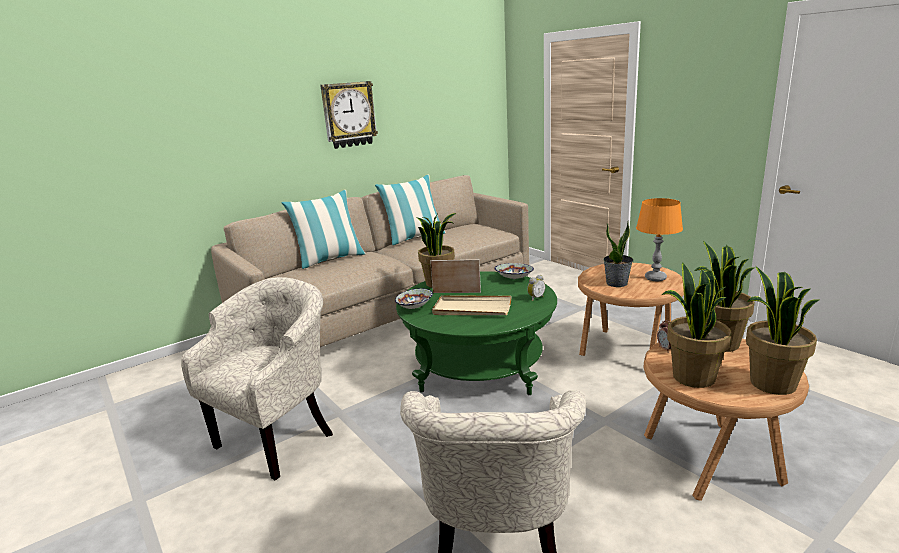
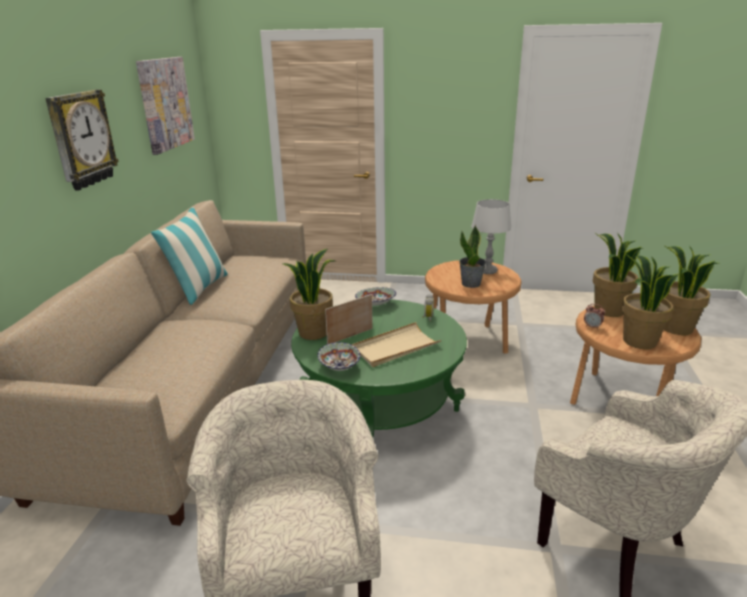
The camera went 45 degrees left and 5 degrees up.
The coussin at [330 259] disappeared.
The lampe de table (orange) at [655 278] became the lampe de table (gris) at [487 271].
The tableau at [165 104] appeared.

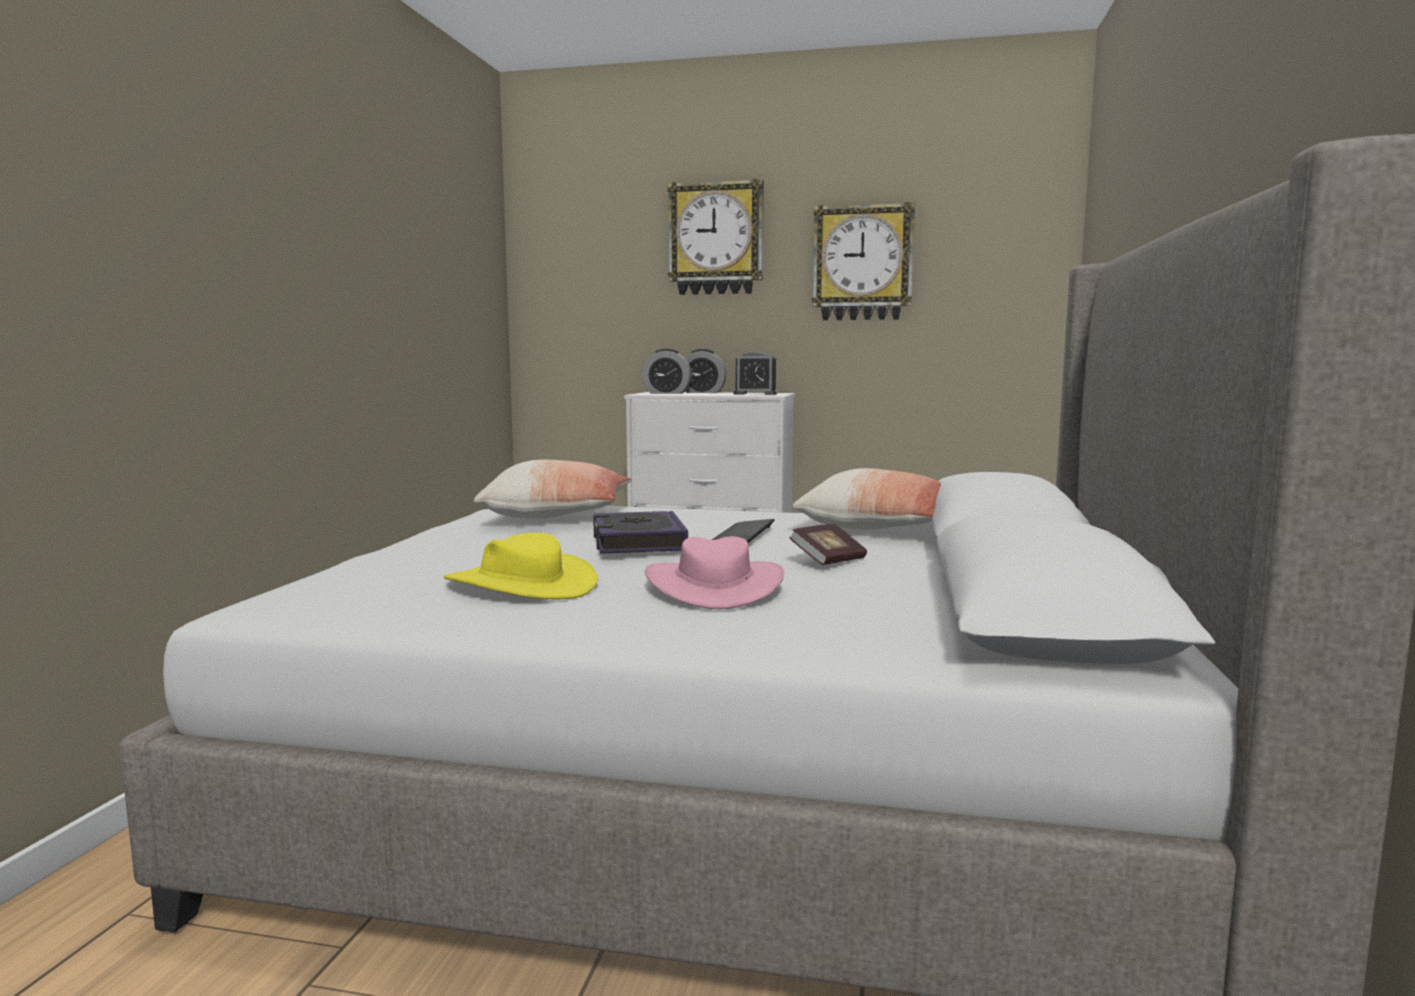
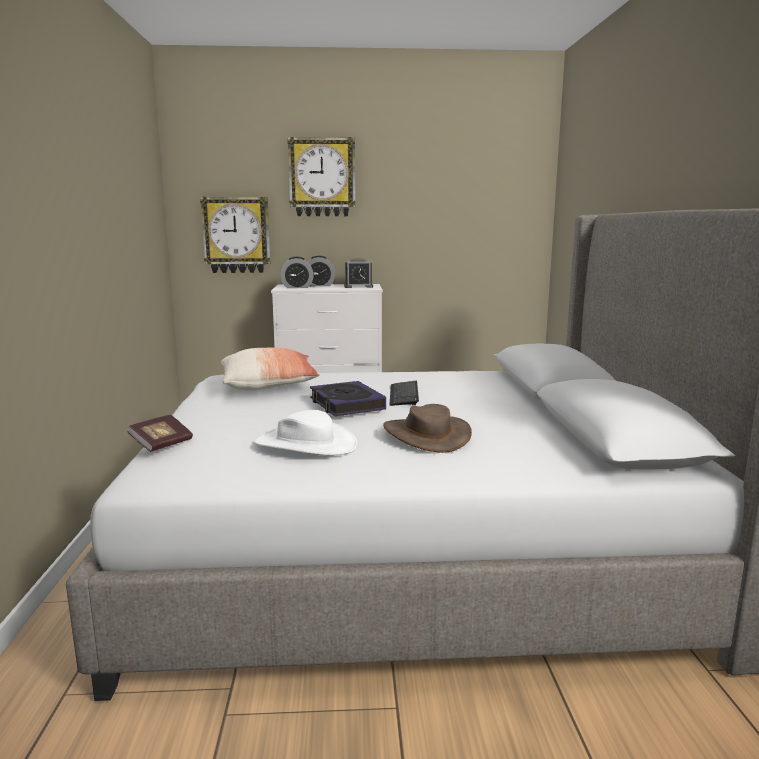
The camera went 15 degrees left and 5 degrees up.
The horloge murale moved from [862 263] to [237 235].
The coussin at [881 528] disappeared.
The livre moved from [828 561] to [162 444].
The chapeau (jaune) at [521 584] became the chapeau (blanc) at [305 444].
The chapeau (rose) at [714 586] became the chapeau (marron) at [426 435].

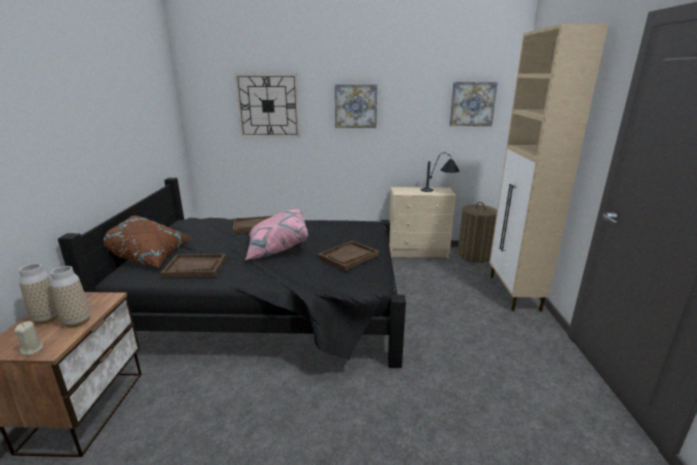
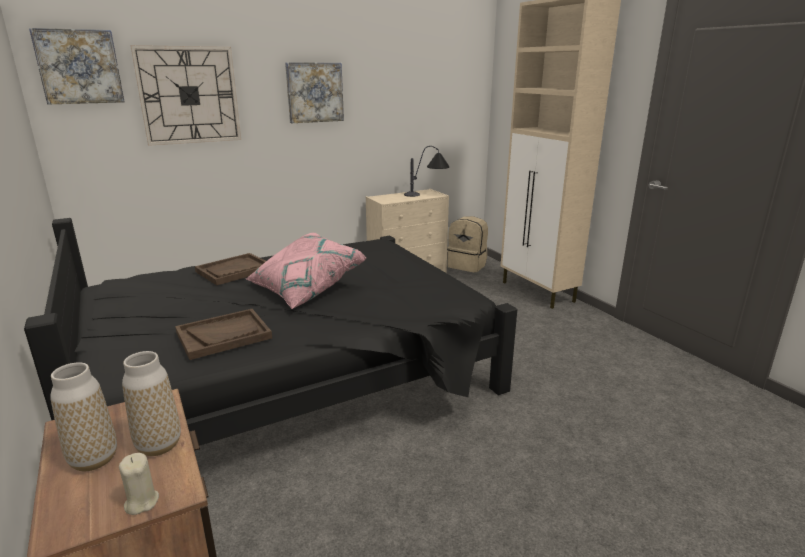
The camera went 30 degrees left and 0 degrees up.
The tableau moved from [472 104] to [79 67].
The panier à linge at [474 255] was replaced by the sac à dos (beige) at [467 265].
The coussin (marron) at [148 255] disappeared.
The plateau (marron) at [348 257] disappeared.

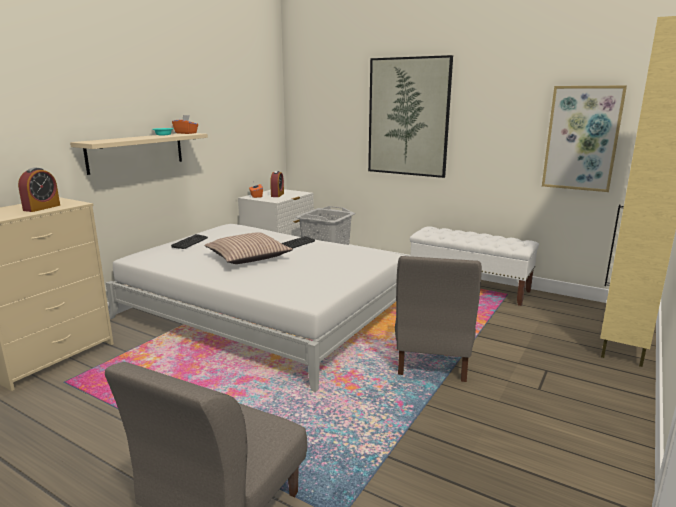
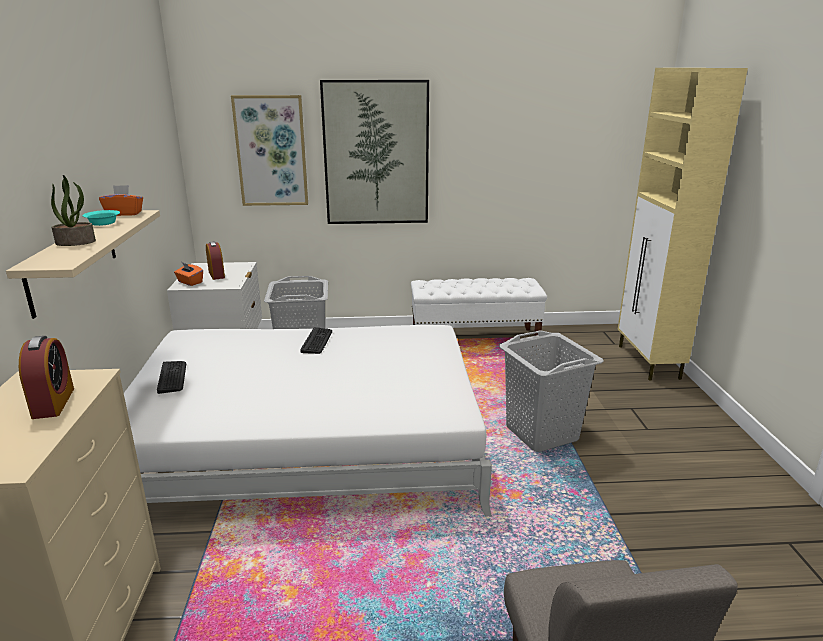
The camera went 35 degrees left and 5 degrees up.
The tableau moved from [582 138] to [271 151].
The coussin at [248 257] disappeared.
The chaise (gris) at [432 360] was replaced by the panier à linge (gris) at [541 433].
The plante en pot at [76 242] appeared.

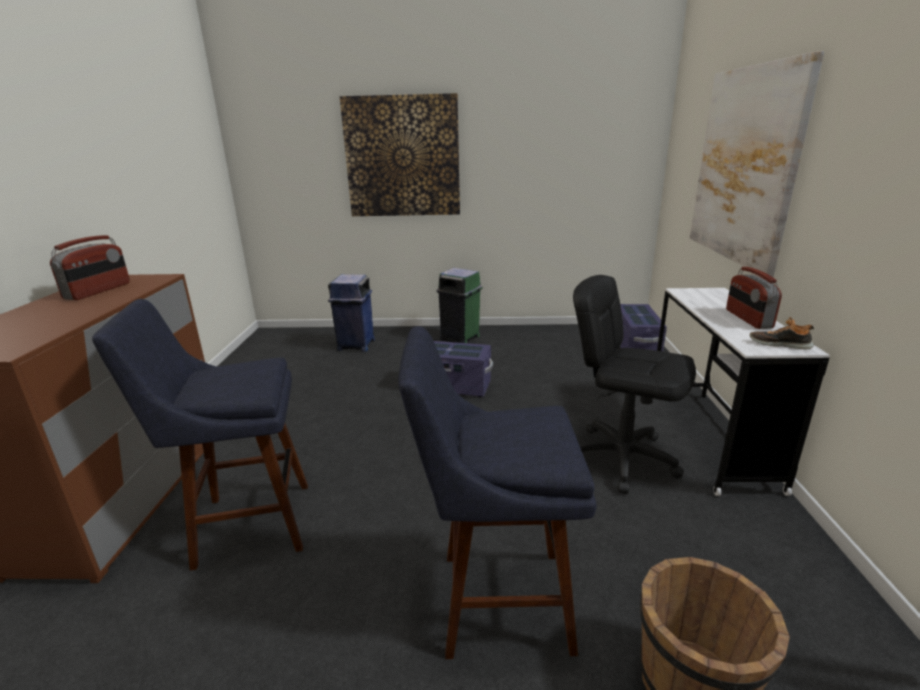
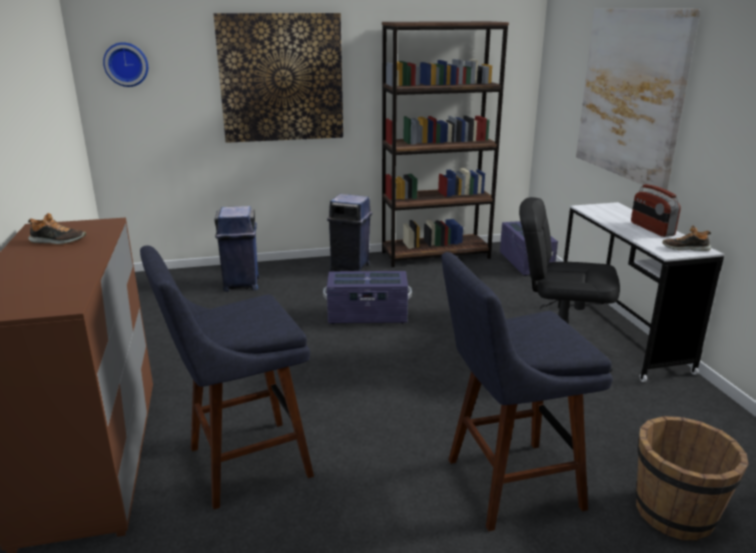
The camera went 15 degrees left and 0 degrees up.
The radio at [98 291] was replaced by the chaussure at [57 241].
The poubelle (vert) at [460 338] became the poubelle (bleu) at [350 268].
The bibliothèque (marron) at [435 255] appeared.
The horloge murale at [126 64] appeared.

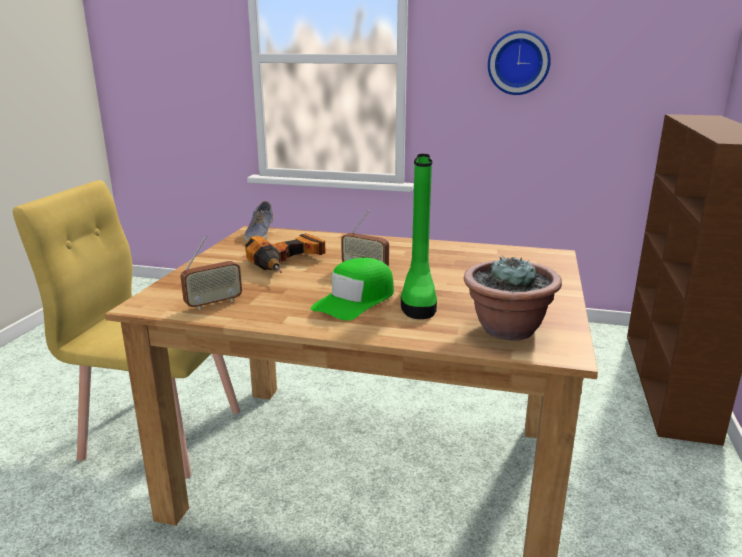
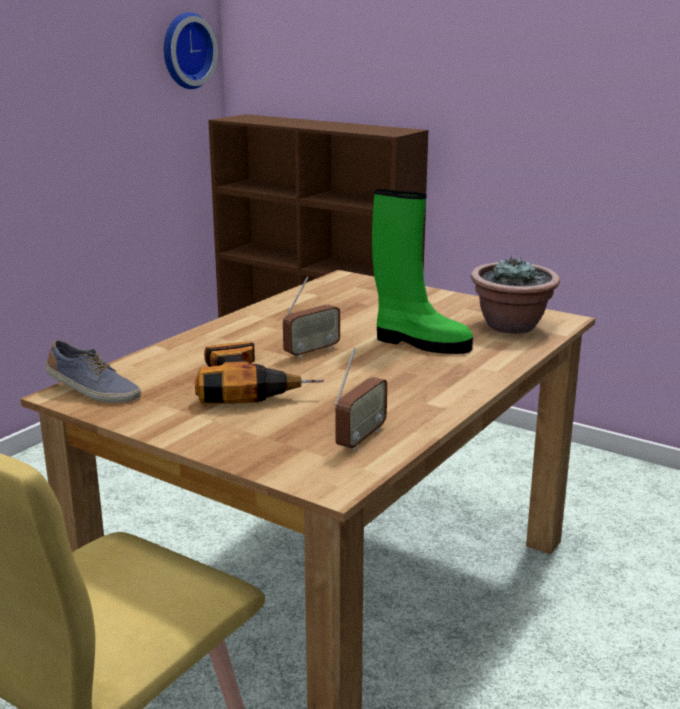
The camera went 70 degrees left and 0 degrees up.
The horloge murale moved from [518 63] to [185 50].
The radio at [213 303] turned 45 degrees clockwise.
The casquette (vert) at [355 300] disappeared.

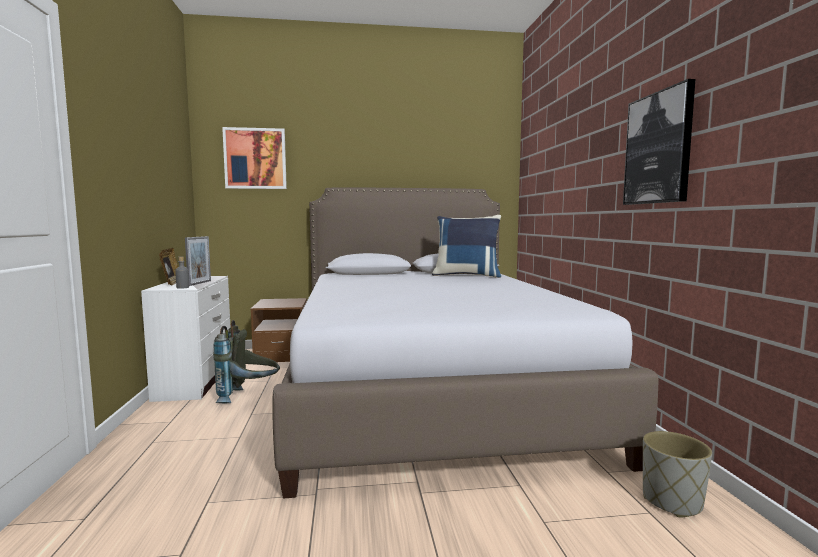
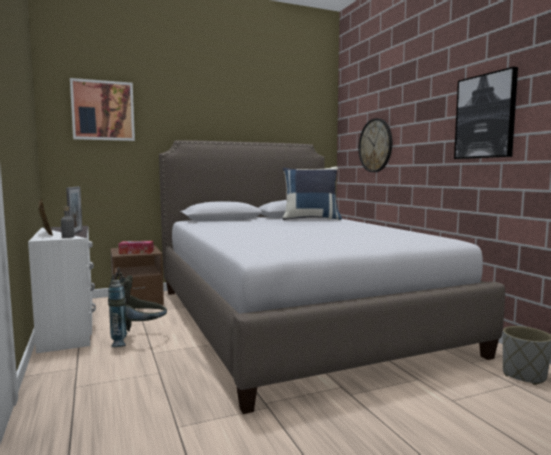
The camera went 15 degrees left and 0 degrees up.
The horloge murale at [375 145] appeared.
The boîte à mouchoirs at [136 252] appeared.

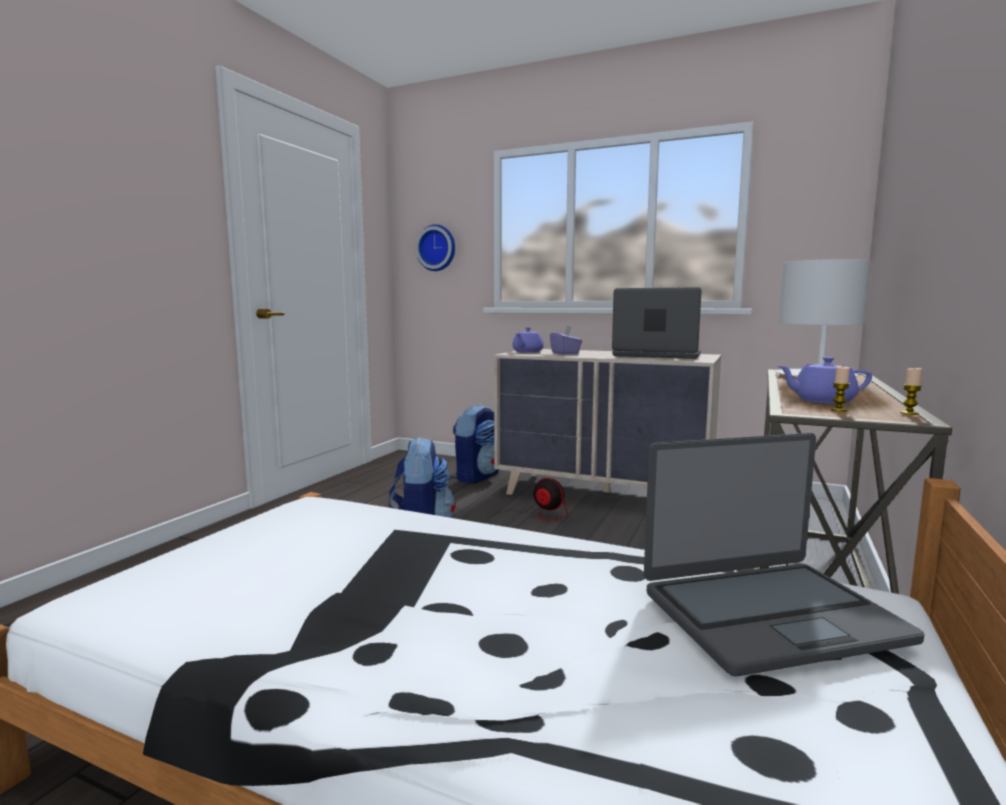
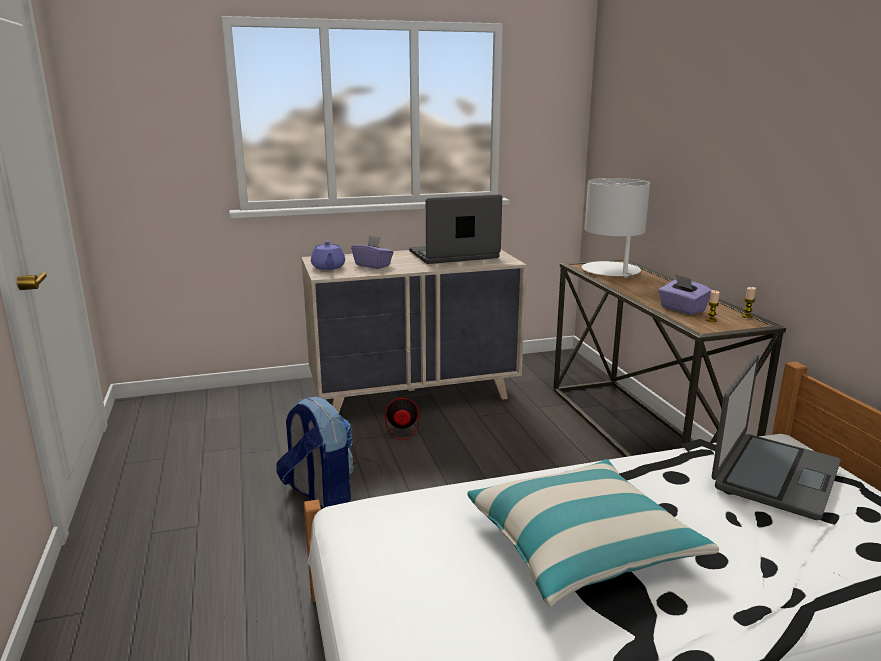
The camera went 40 degrees left and 10 degrees up.
The horloge murale at [437 248] disappeared.
The théière (violet) at [822 401] was replaced by the boîte à mouchoirs (violet) at [682 309].
The sac à dos at [477 476] disappeared.
The coussin at [581 546] appeared.

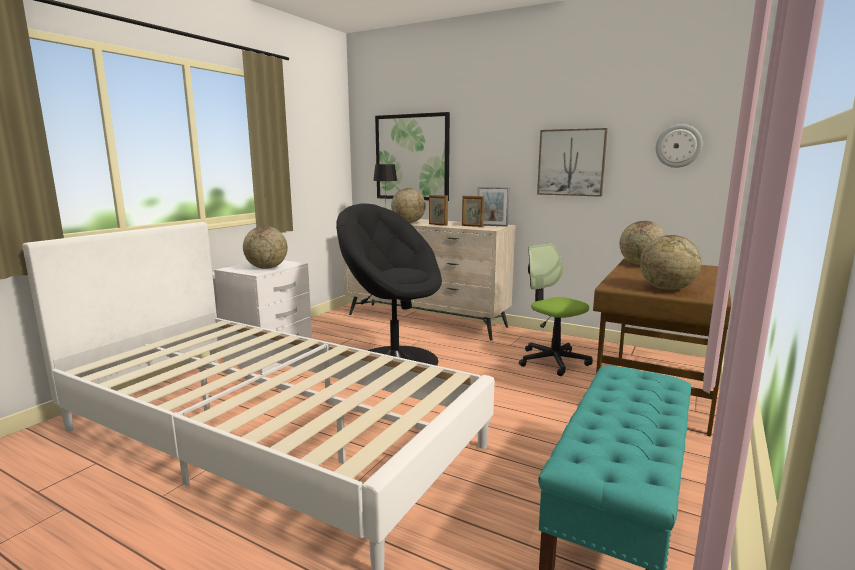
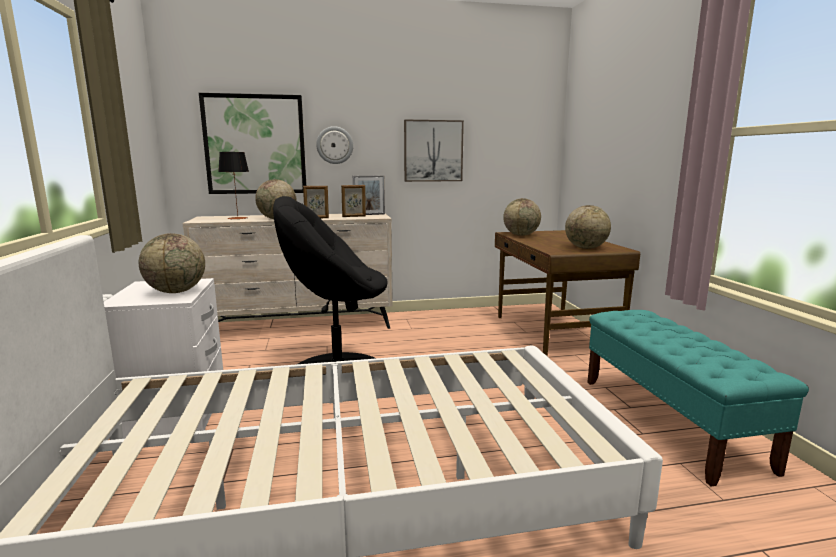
The camera went 40 degrees left and 0 degrees up.
The horloge murale moved from [678 146] to [334 145].
The chaise de bureau at [553 361] disappeared.

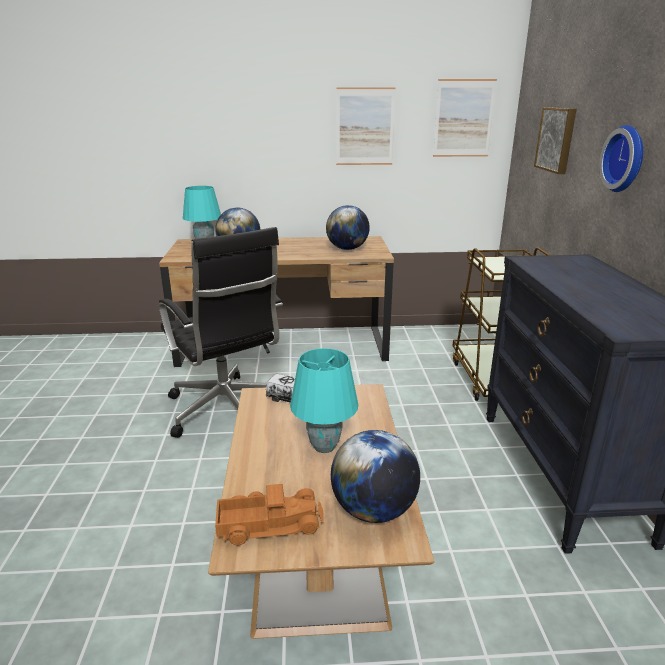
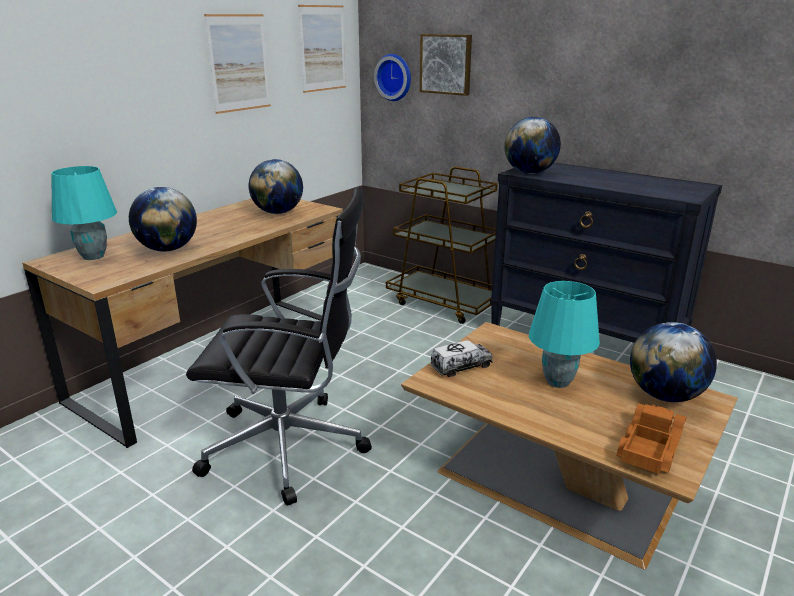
The camera went 50 degrees left and 0 degrees up.
The horloge murale moved from [626 159] to [395 77].
The globe at [529 173] appeared.

